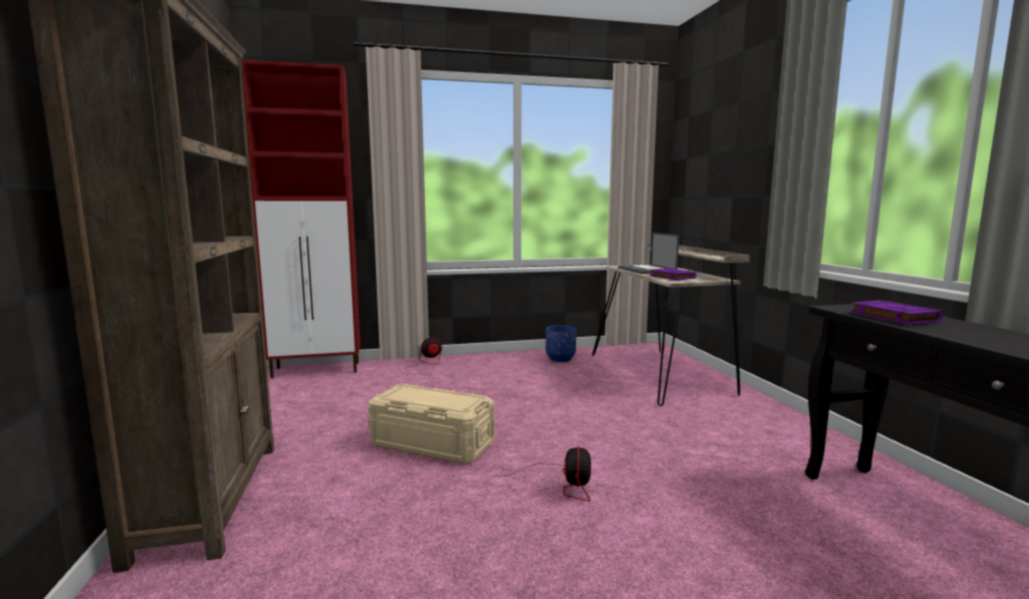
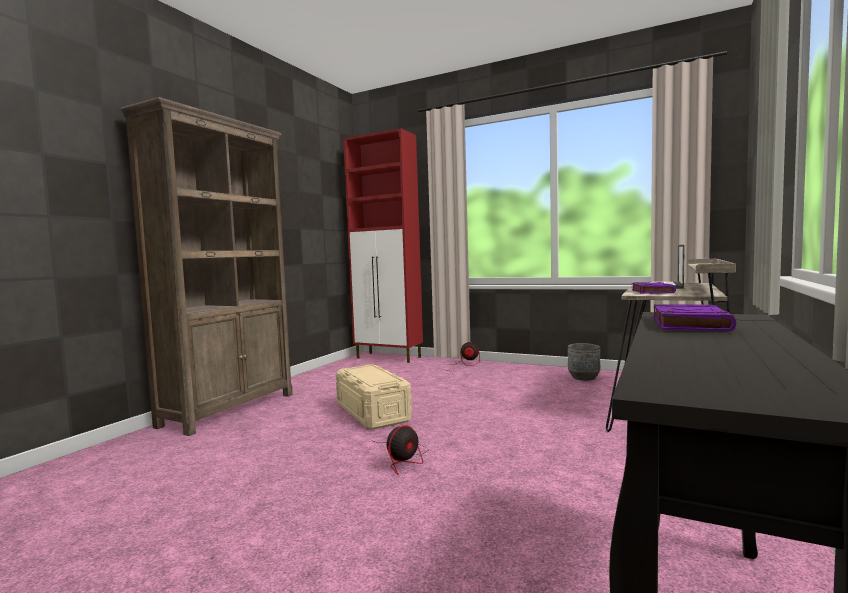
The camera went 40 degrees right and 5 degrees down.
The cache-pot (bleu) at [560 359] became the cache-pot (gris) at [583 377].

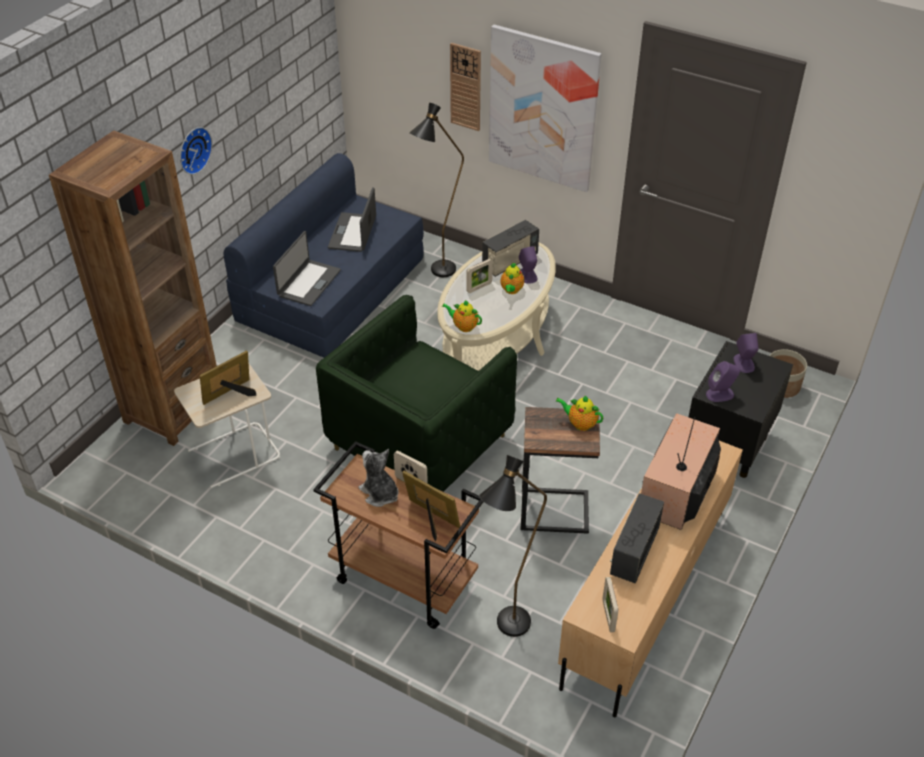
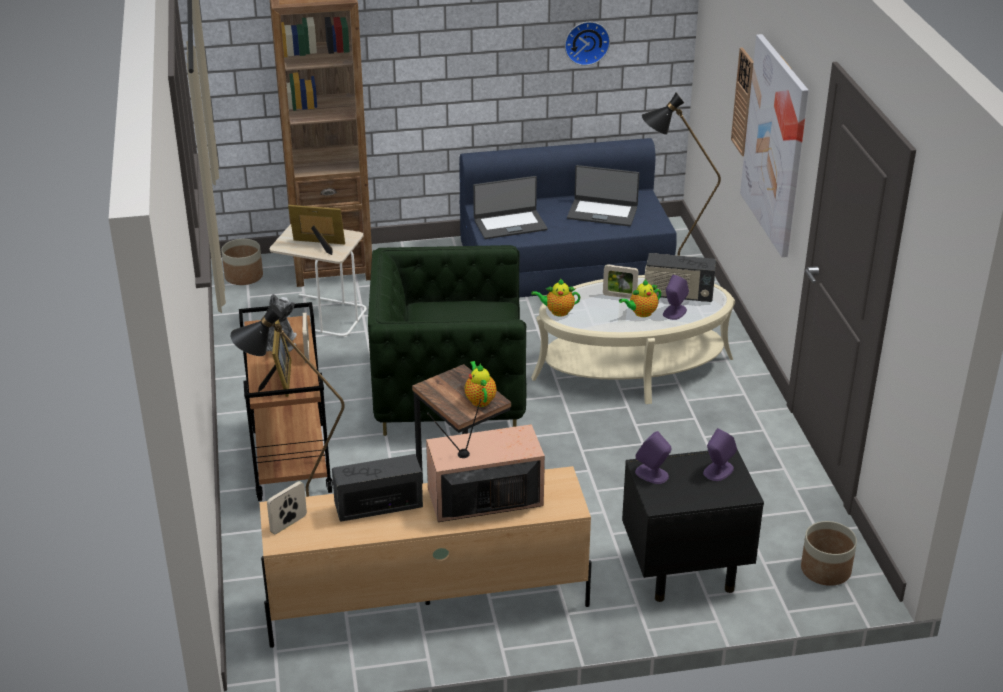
The camera went 50 degrees right and 10 degrees down.
The horloge murale moved from [193 149] to [586 42].
The ordinateur portable at [353 233] turned 135 degrees counterclockwise.
The théière at [463 326] turned 75 degrees counterclockwise.
The cache-pot at [244 276] appeared.

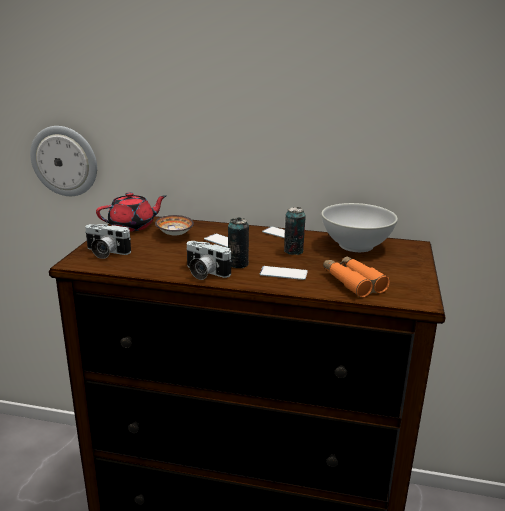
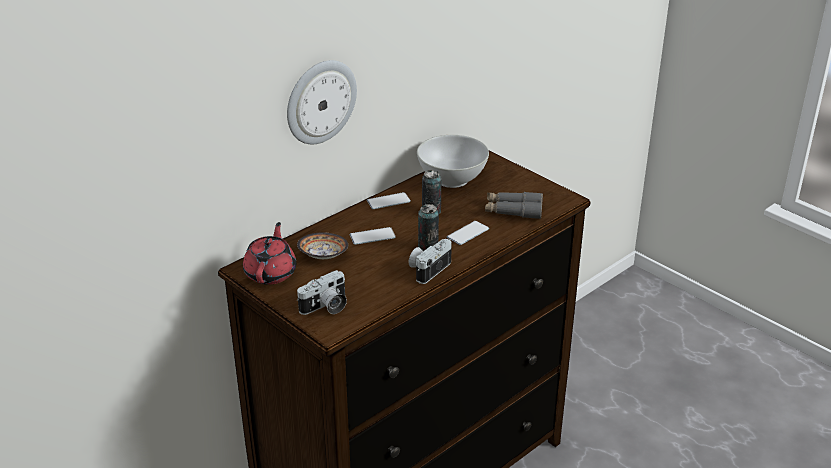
The camera went 55 degrees left and 10 degrees up.
The horloge murale moved from [65 161] to [320 101].
The appareil photo at [204 273] turned 150 degrees clockwise.
The jumelles (orange) at [353 282] became the jumelles (gris) at [513 211].

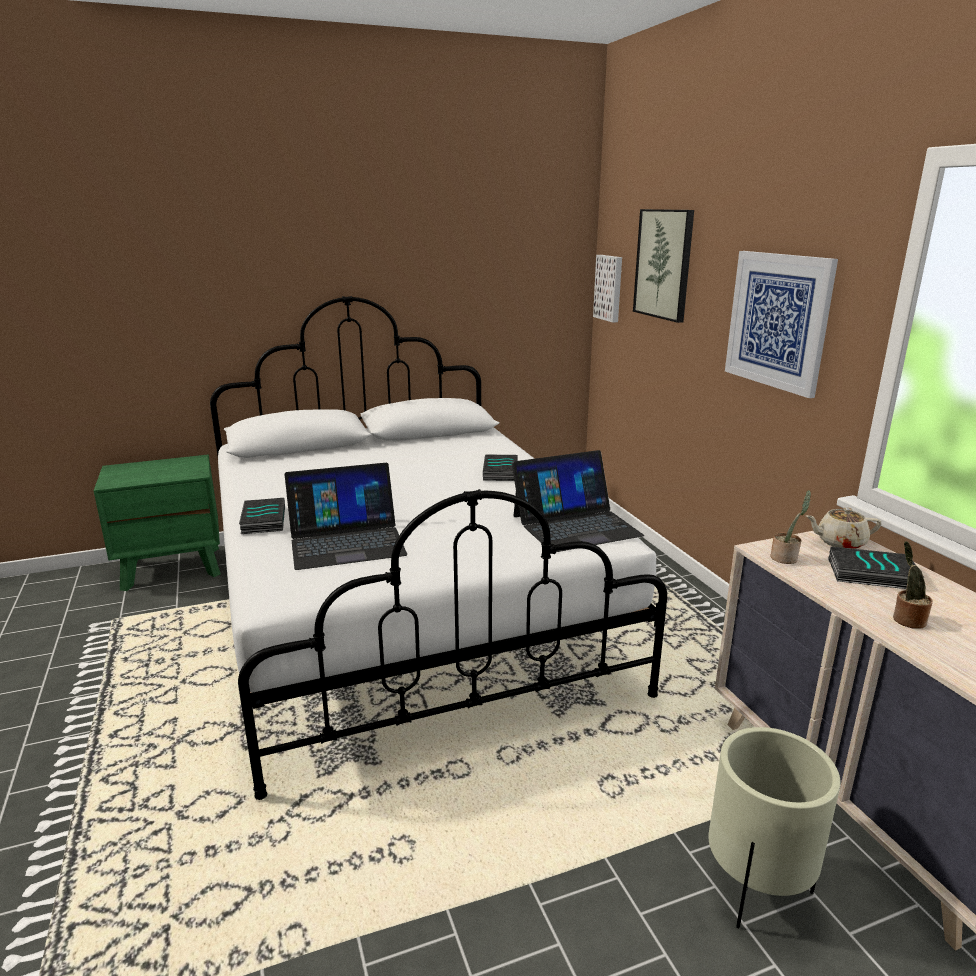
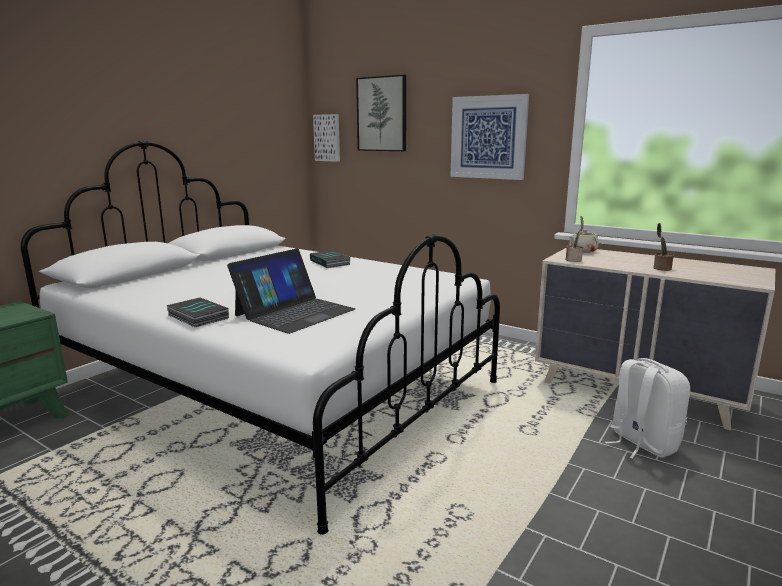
The camera went 35 degrees left and 5 degrees down.
The ordinateur portable at [575 525] disappeared.
The livre at [871 574] disappeared.
The cache-pot (beige) at [755 887] was replaced by the sac à dos (blanc) at [641 443].

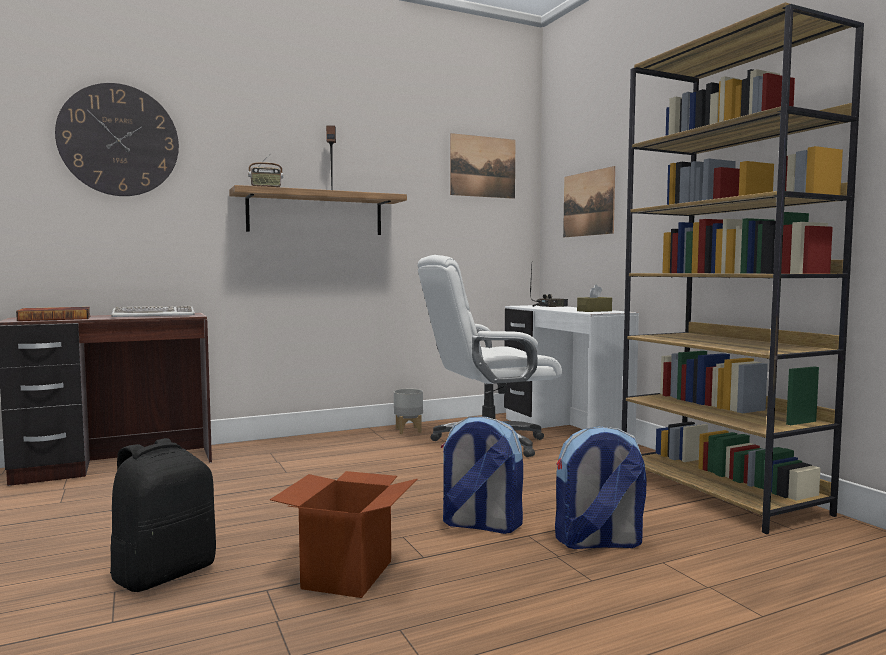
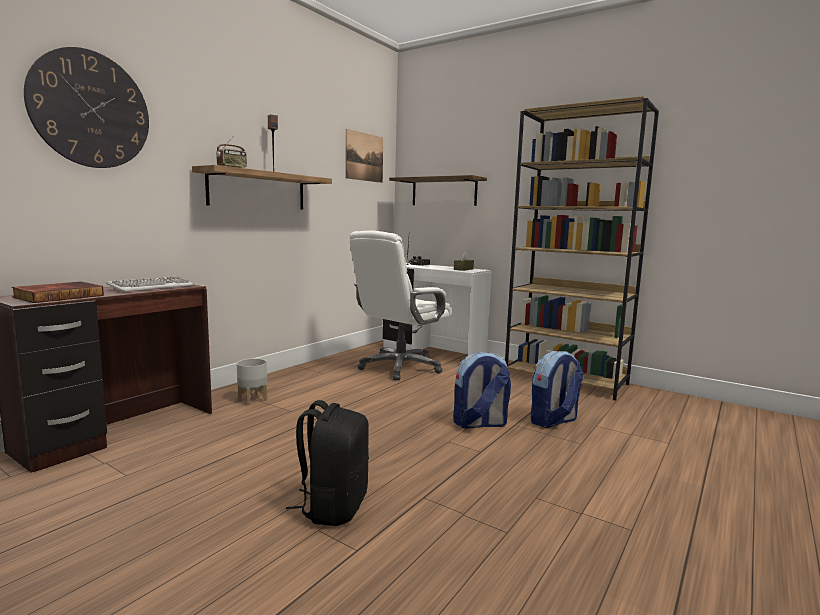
The camera went 30 degrees left and 5 degrees up.
The tableau at [588 203] was replaced by the étagère at [444 192].
The cache-pot (gris) moved from [408 430] to [252 399].
The carton at [347 574] disappeared.

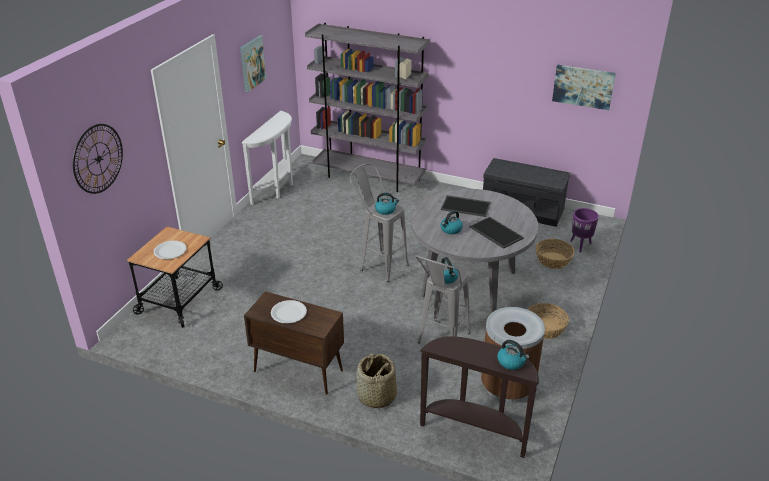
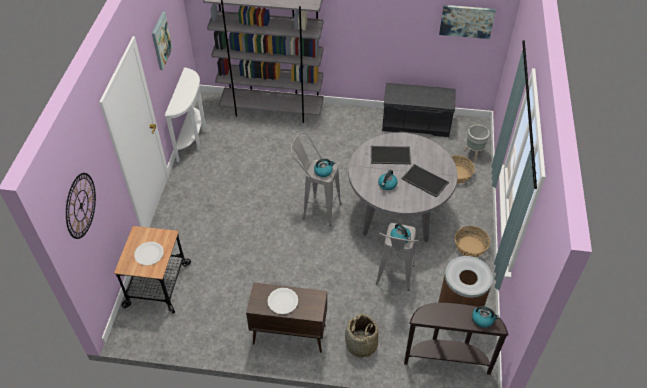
The camera went 15 degrees left and 15 degrees up.
The cache-pot (violet) at [581 245] became the cache-pot (gris) at [474 154].

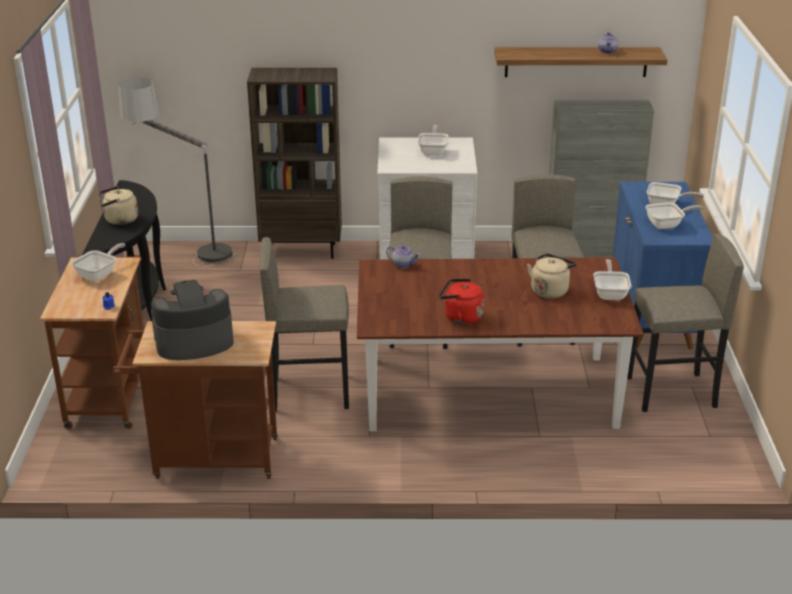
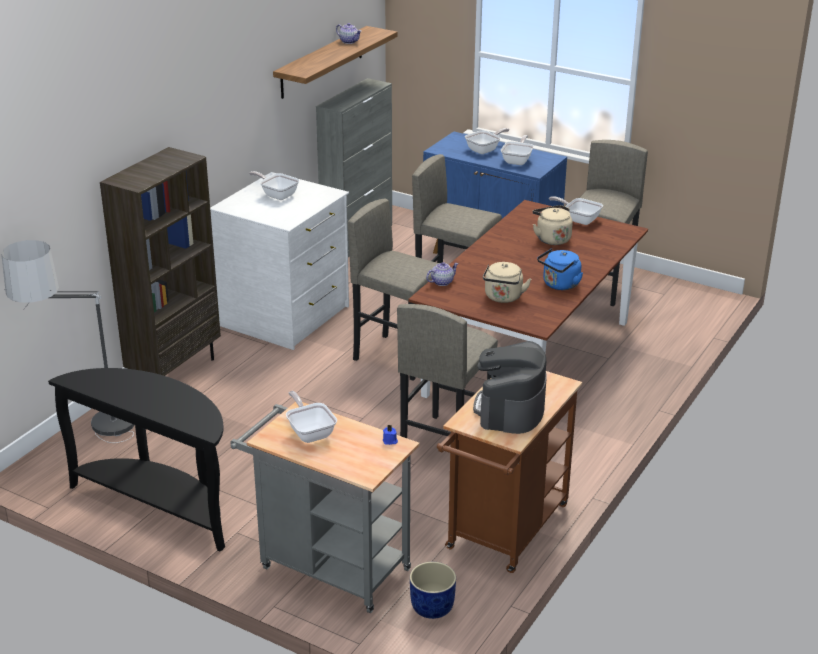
The camera went 60 degrees left and 0 degrees up.
The bouilloire (beige) moved from [119 220] to [503 298].
The chariot (marron) at [110 393] became the chariot (gris) at [327 566].
The bouilloire (rouge) at [461 317] became the bouilloire (bleu) at [559 285].
The cache-pot (bleu) at [431 607] appeared.

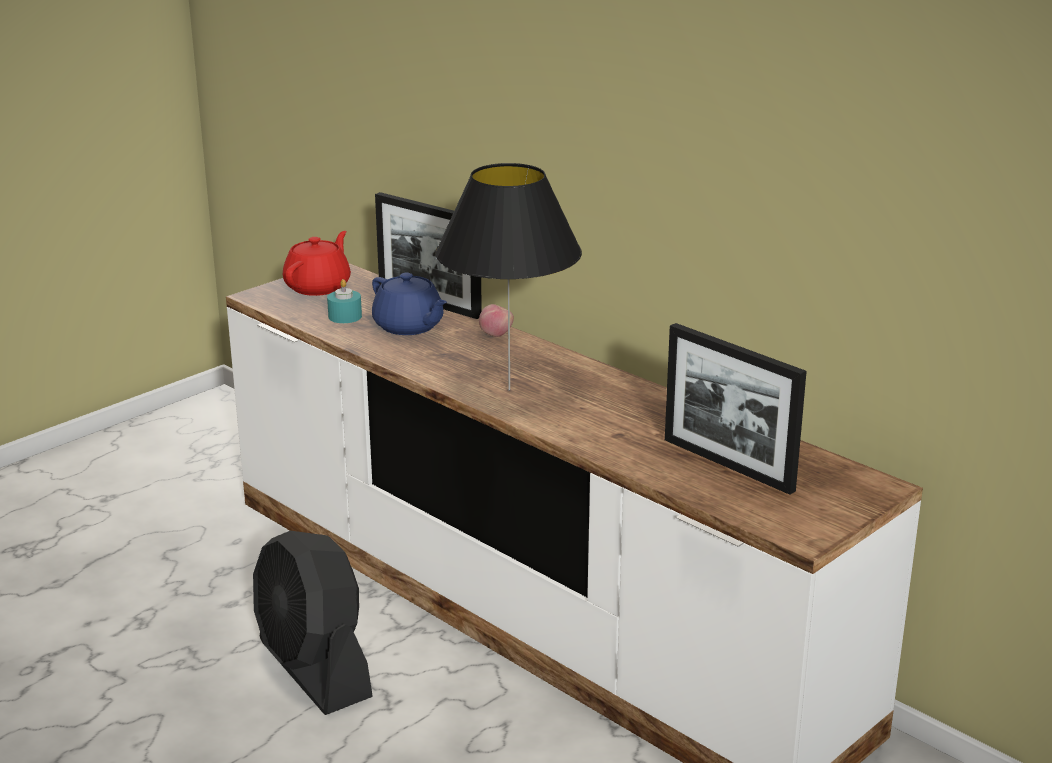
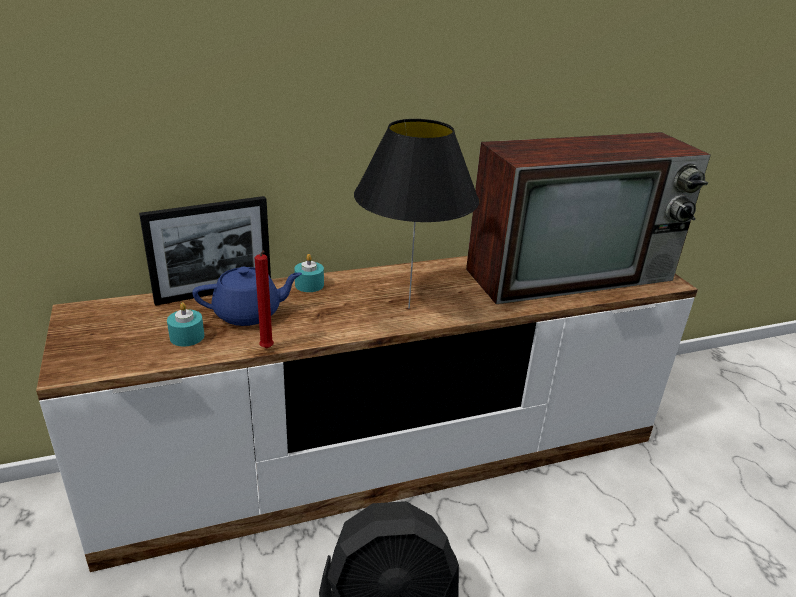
The camera went 65 degrees left and 5 degrees up.
The théière (rouge) at [319 287] disappeared.
The pomme at [496 335] was replaced by the bougie (turquoise) at [309 285].
The cadre photo at [728 465] was replaced by the téléviseur at [572 274].
The bougie (rouge) at [267 349] appeared.

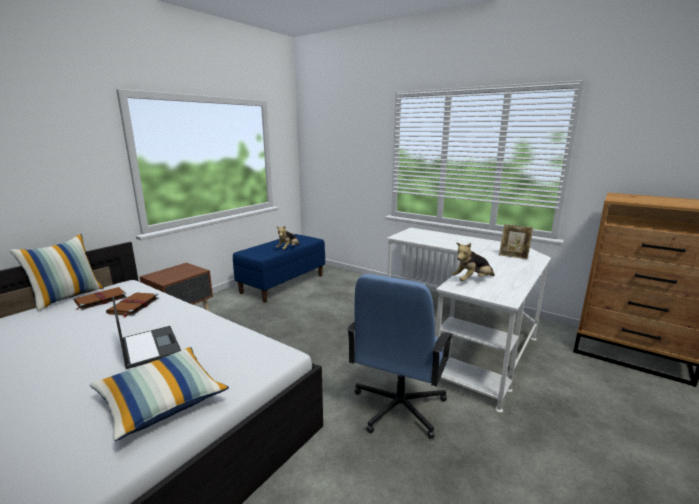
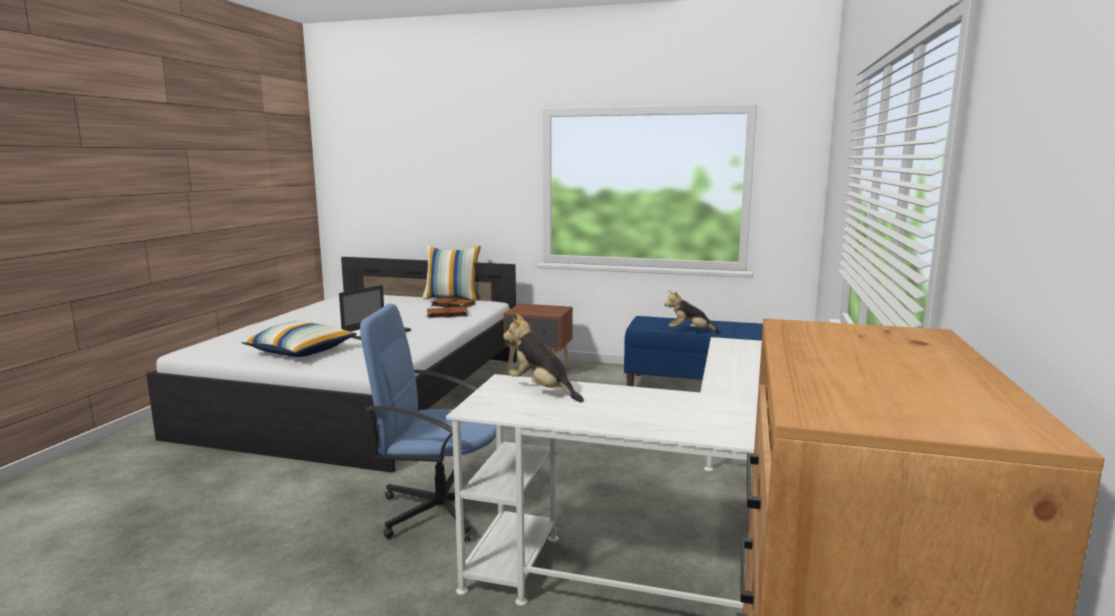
The camera went 70 degrees right and 5 degrees down.
The cadre photo at [513 256] disappeared.

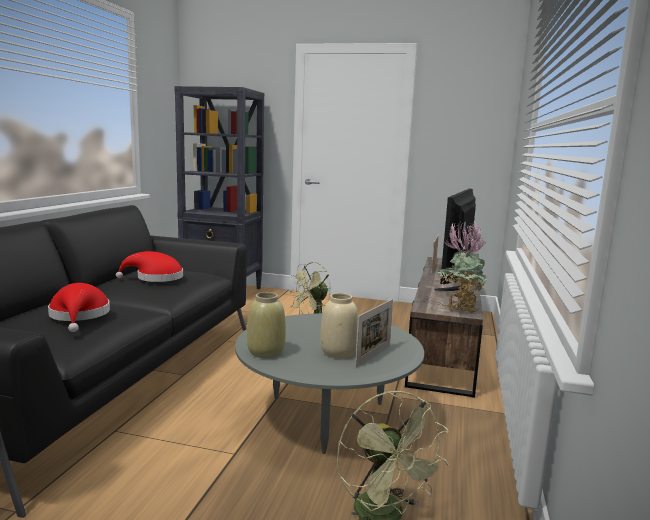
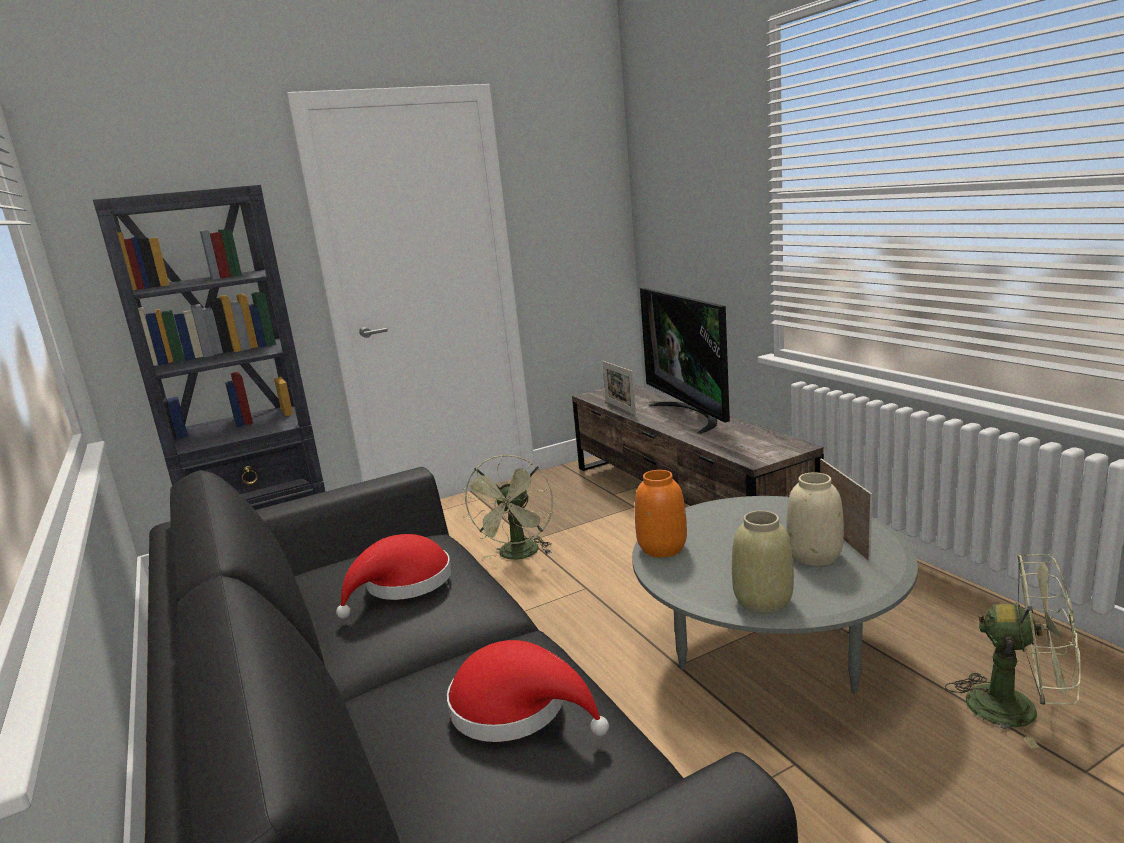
The camera went 40 degrees left and 5 degrees up.
The plante en pot at [459 309] disappeared.
The vase (orange) at [662 548] appeared.

